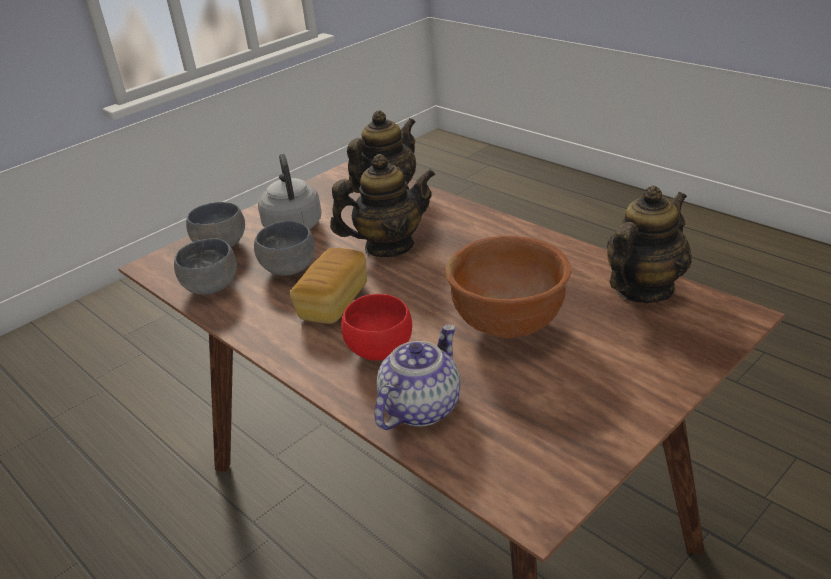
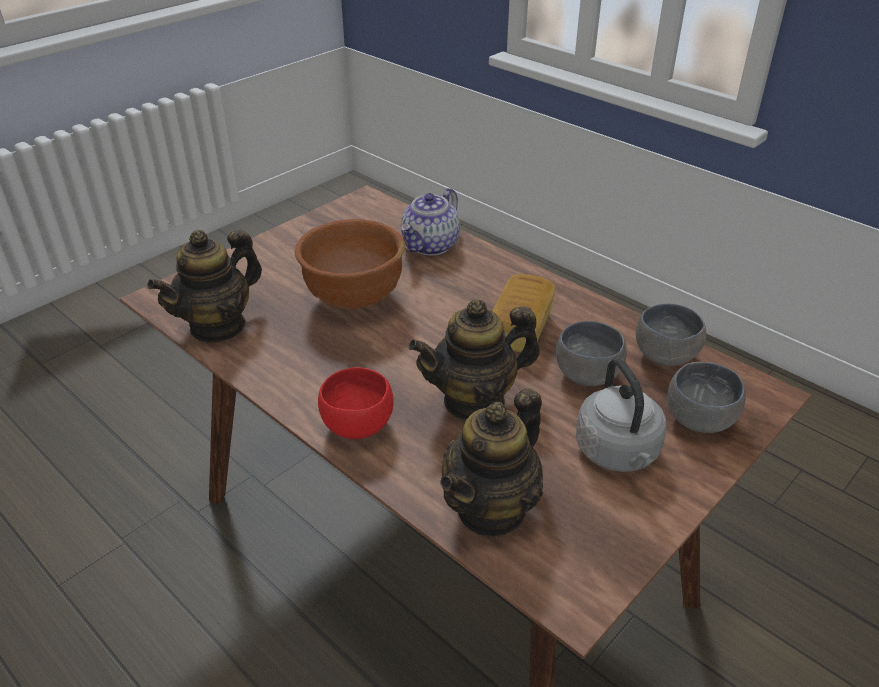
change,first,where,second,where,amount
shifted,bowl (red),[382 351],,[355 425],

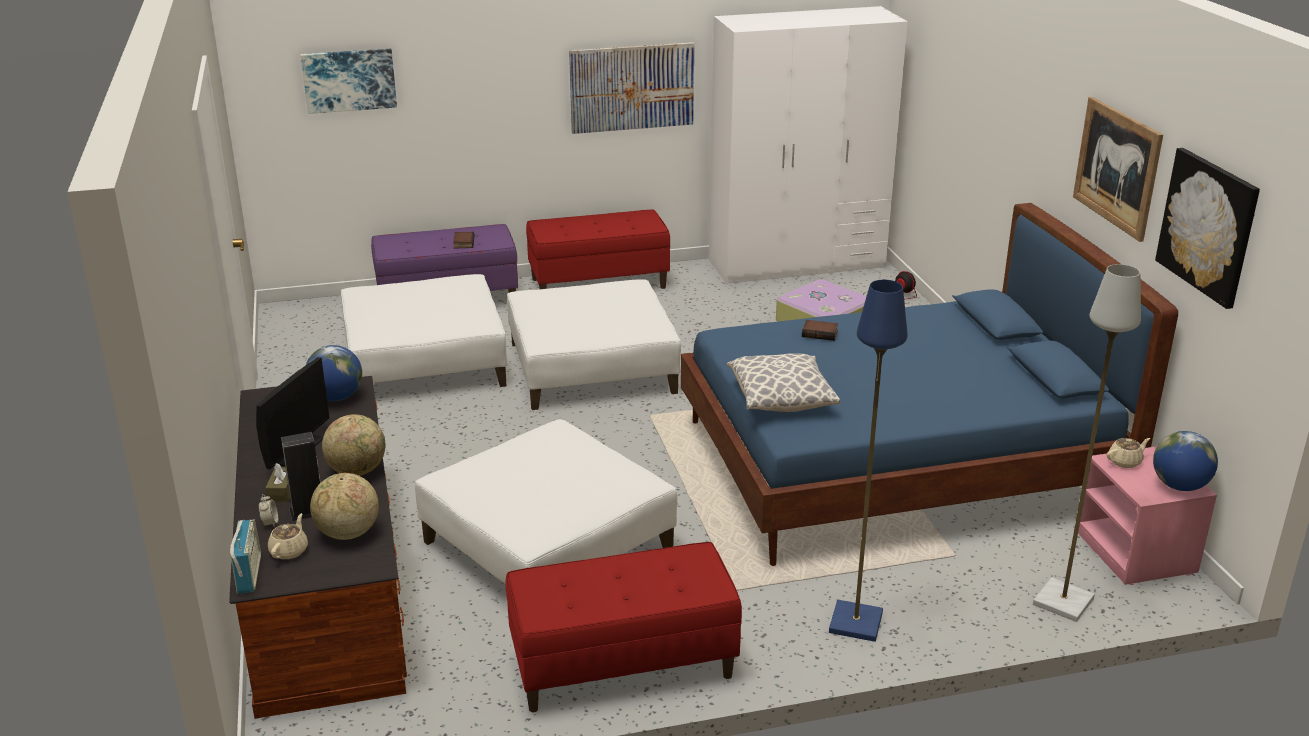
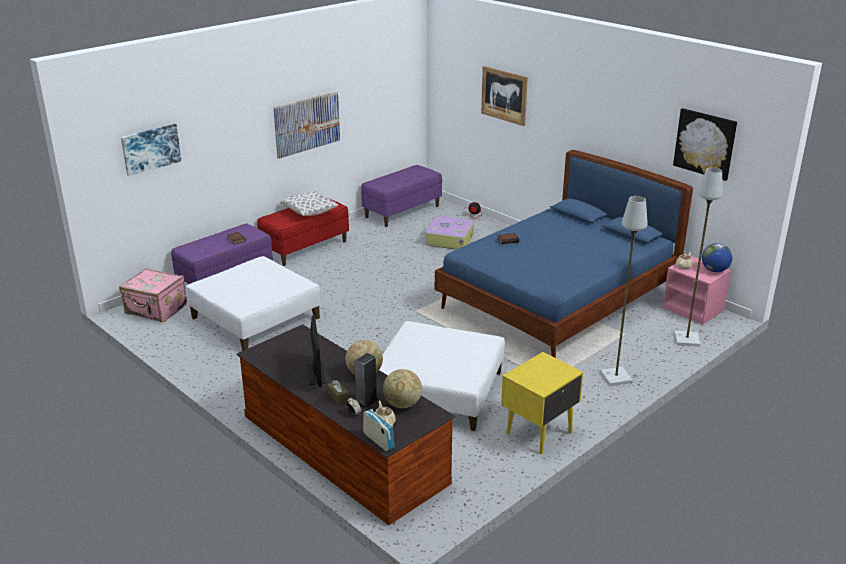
change,first,where,second,where,amount
new,,,suitcase (pink),[156 310],
shifted,pillow,[781 399],,[309 212],
swapped,wardrobe (white),[797 264],bench (purple),[402 211],
shifted,picture,[1117 167],,[504 95],
swapped,bench (red),[622 666],nightstand (yellow),[538 433],
repainted,floor lamp (blue),[856 623],floor lamp (grey),[616 377],
gone,globe,[336 397],,,
gone,ottoman (white),[592 368],,,

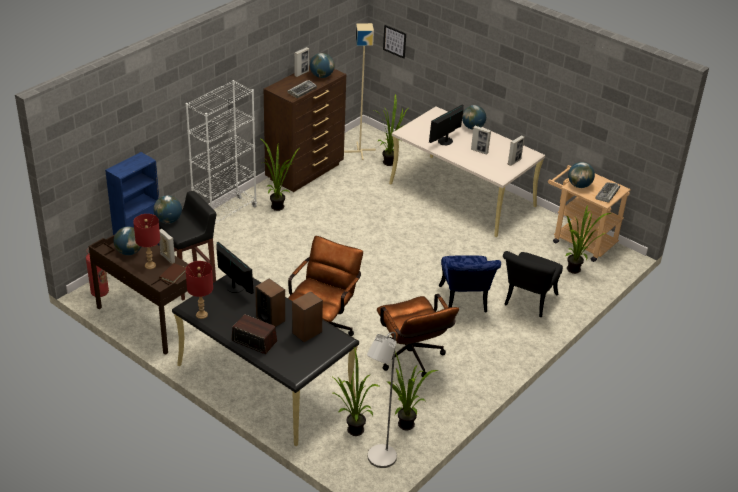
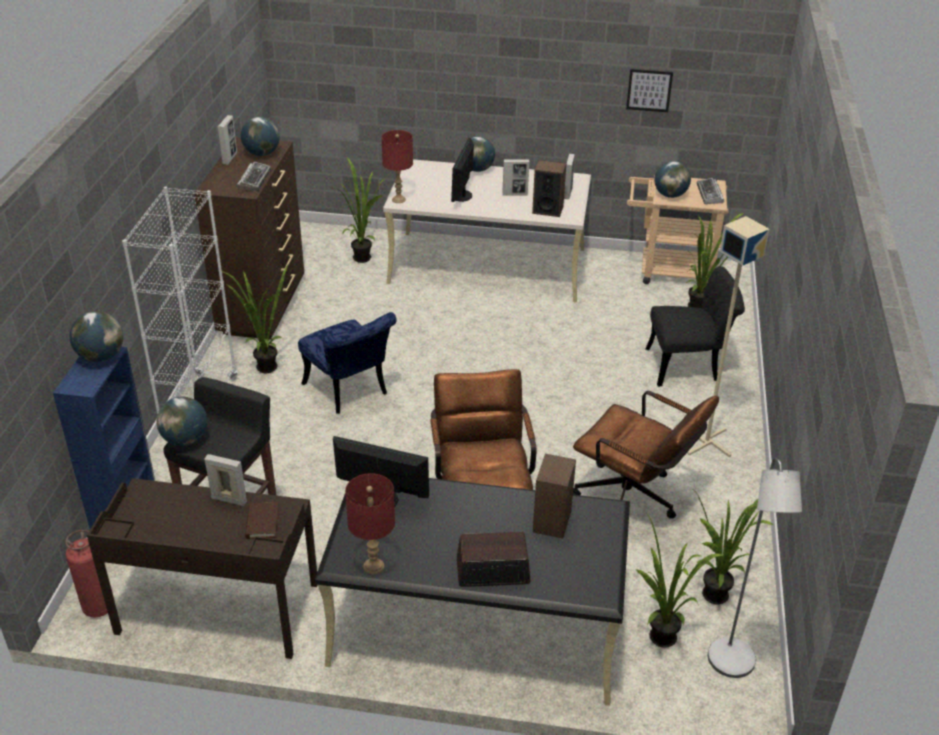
change,first,where,second,where,amount
shifted,globe,[129 252],,[101 357],
shifted,chair (blue),[464 302],,[349 392],
shifted,table lamp (red),[150 265],,[399 200],
shifted,speaker,[270 319],,[547 210],
shifted,picture,[394 41],,[649 90],
rotated,chair (black),[527 302],,[688 366],90 degrees counterclockwise
shifted,floor lamp (beige),[360 151],,[707 441],

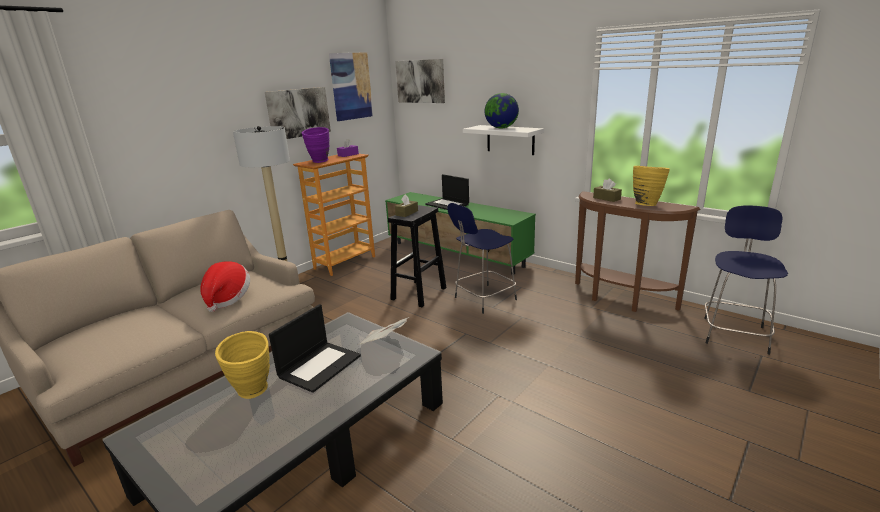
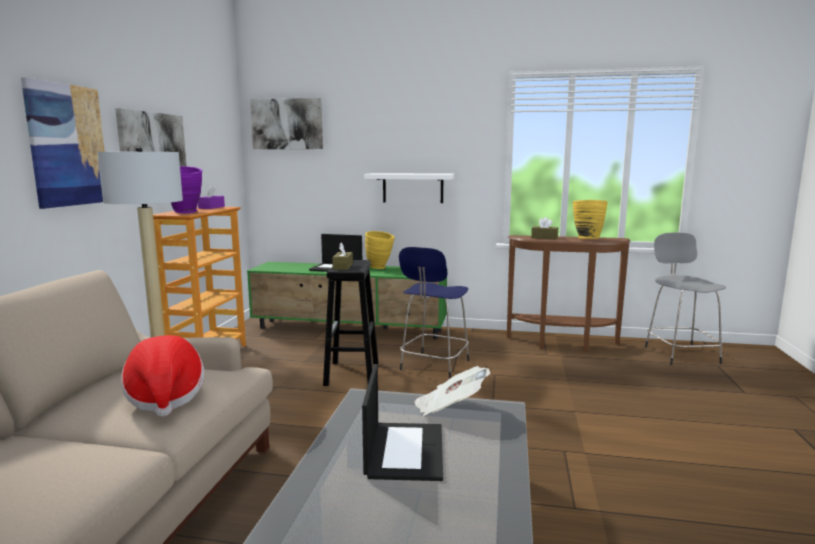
change,first,where,second,where,amount
shifted,picture,[351 86],,[67 145],
shifted,vase (yellow),[253 393],,[380 268],
repainted,stool (blue),[734 333],stool (grey),[680 354],
gone,globe,[501 128],,,

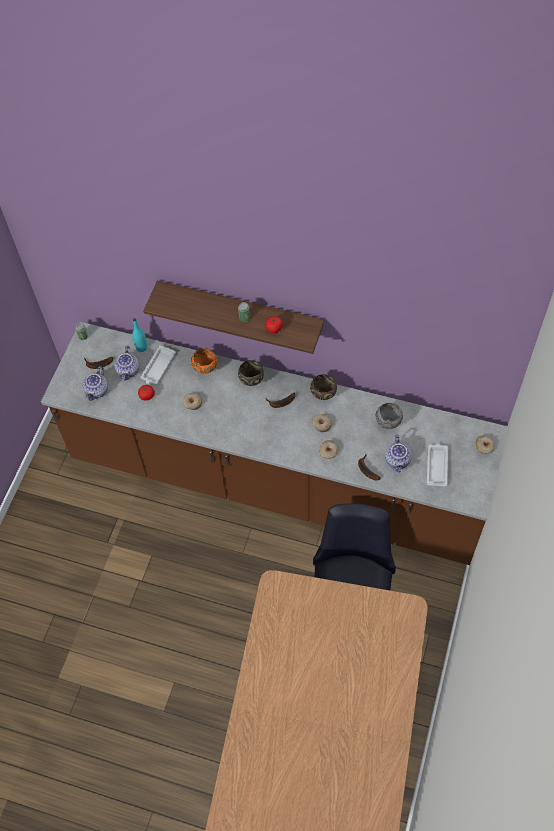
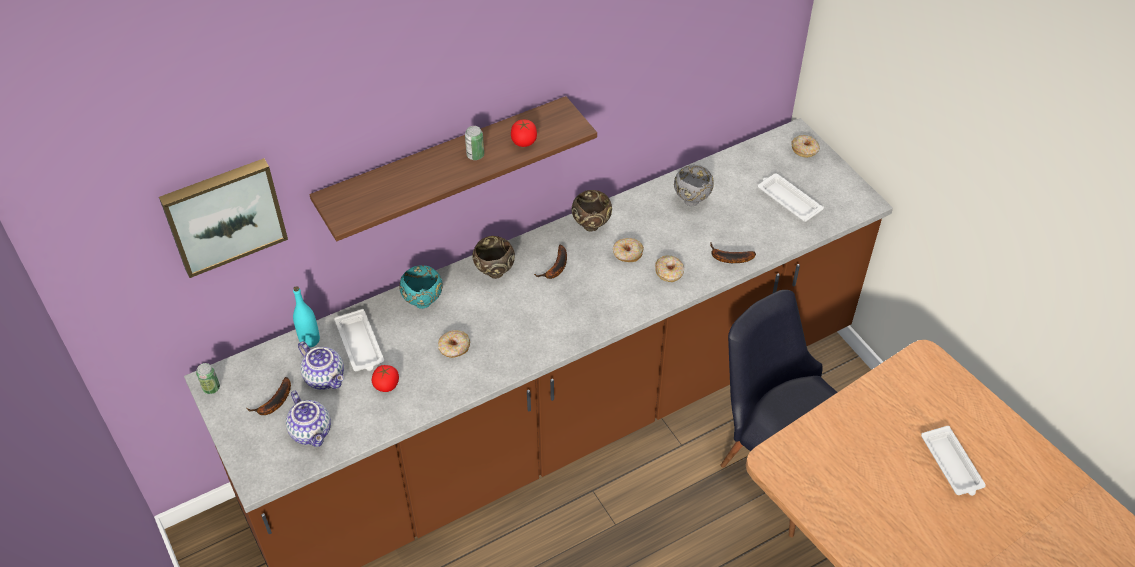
change,first,where,second,where,amount
new,,,picture,[224 214],
repainted,bowl (orange),[206 369],bowl (turquoise),[423 301],
new,,,tray (white),[952 465],
gone,teapot,[398 460],,,

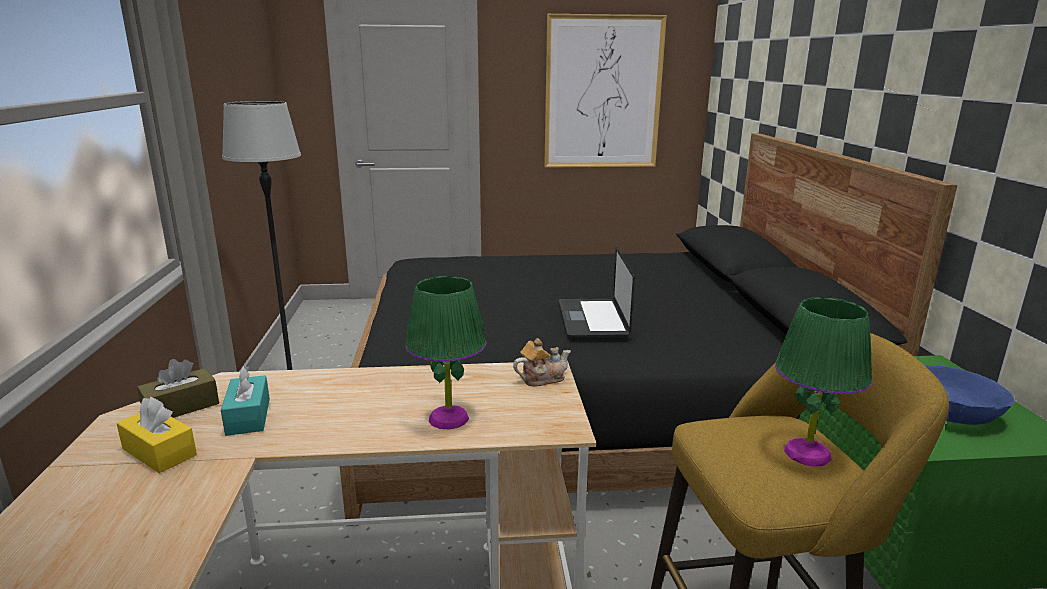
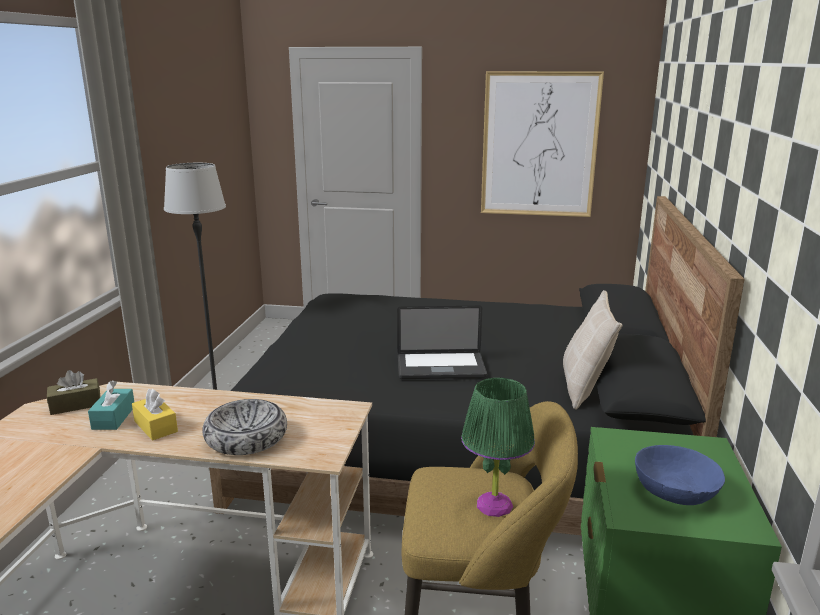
change,first,where,second,where,amount
shifted,tissue box (yellow),[159 452],,[156 426],
swapped,table lamp (green),[449 419],bowl,[246 438],
rotated,laptop,[592 320],,[441 367],105 degrees counterclockwise
new,,,pillow (beige),[585 388],
gone,teapot,[541 378],,,

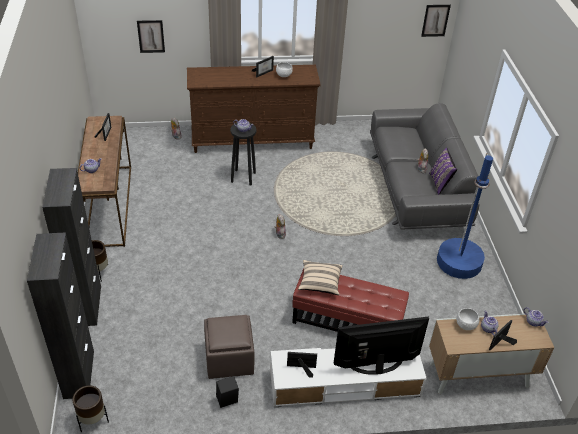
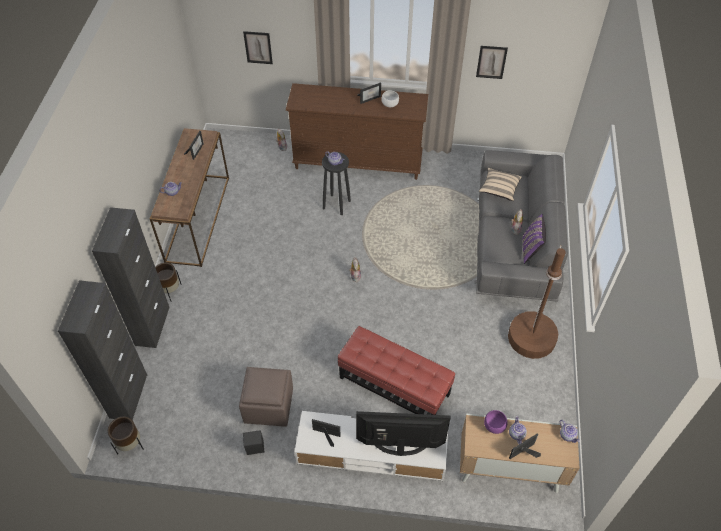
change,first,where,second,where,amount
shifted,picture,[435 20],,[491 62],
shifted,pillow (beige),[320 283],,[499 189],
repainted,bowl (white),[466 326],bowl (purple),[494 427],
repainted,floor lamp (blue),[459 262],floor lamp (brown),[531 338],

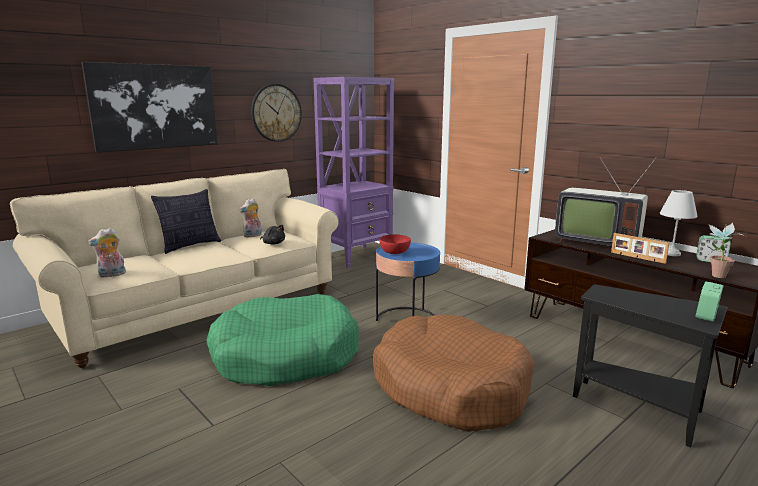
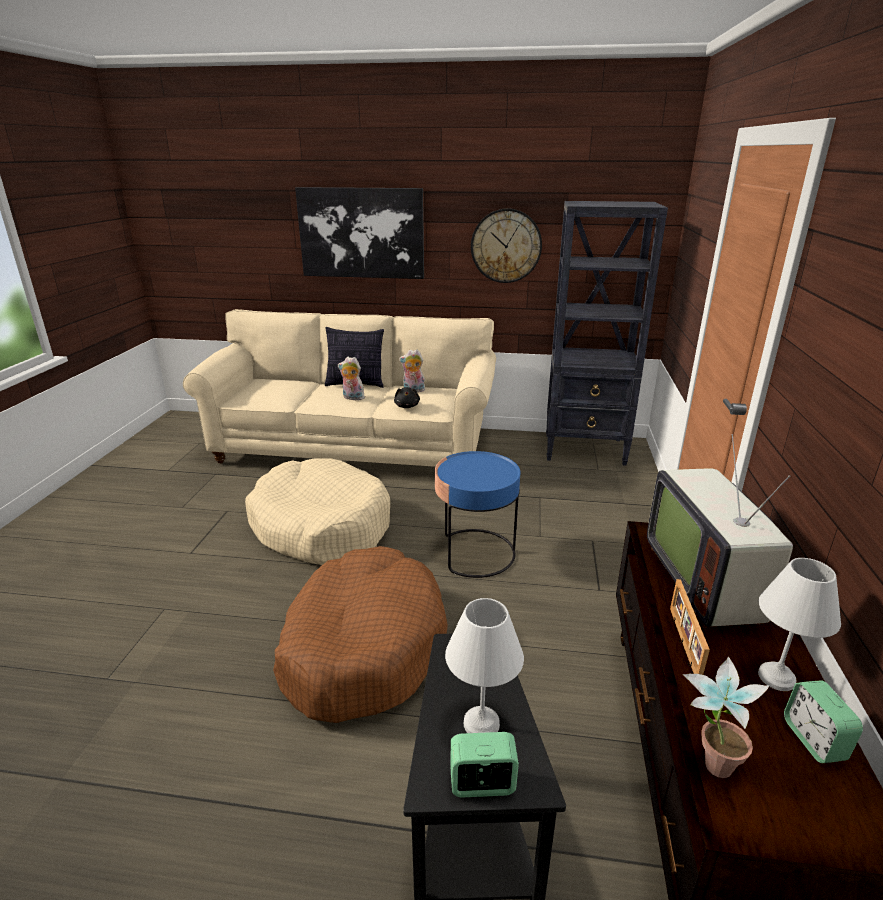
change,first,where,second,where,amount
repainted,dog bed (green),[285 356],dog bed (beige),[321 526],
shifted,plush toy,[111 275],,[352 398],
new,,,table lamp (white),[483 723],
repainted,bookcase (purple),[356 256],bookcase (black),[585 450],
gone,bowl (red),[395 252],,,

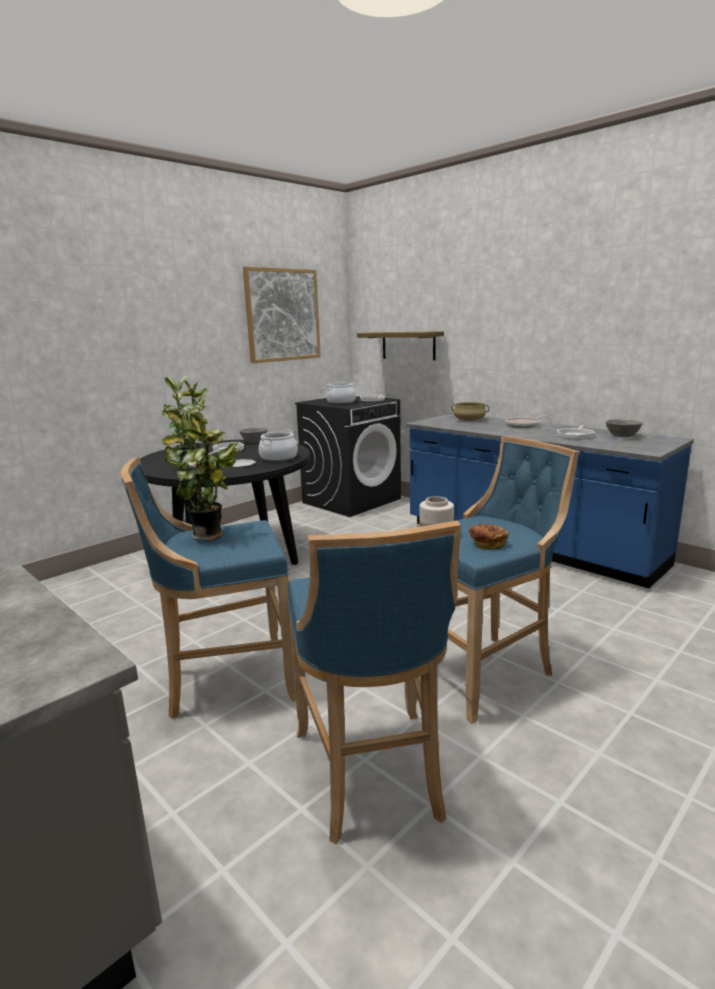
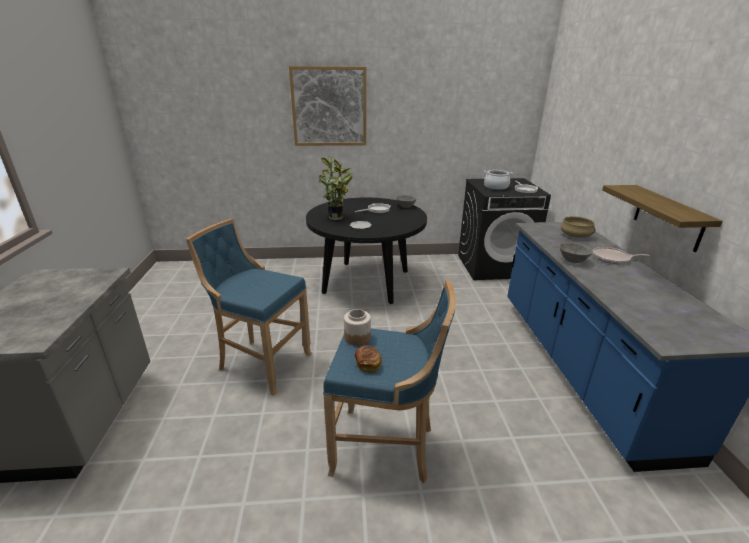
change,first,where,second,where,amount
shifted,picture,[283 315],,[329 107],
shifted,bowl (grey),[622 436],,[573 260],
shifted,shelf,[408 345],,[668 217],
gone,potted plant,[211 536],,,
gone,cooking pot,[278 458],,,
gone,stool (blue),[372 776],,,
gone,frying pan,[575 435],,,

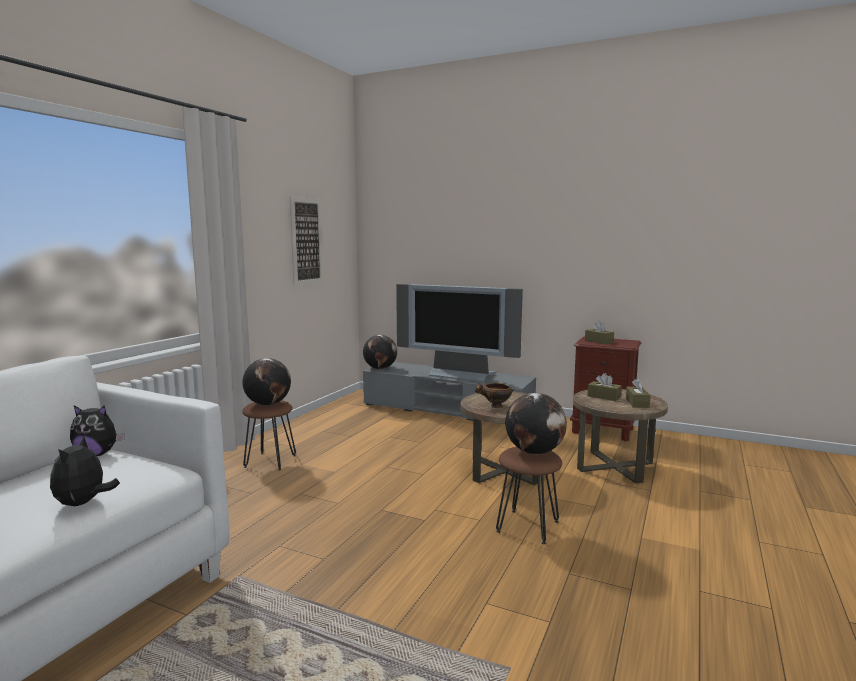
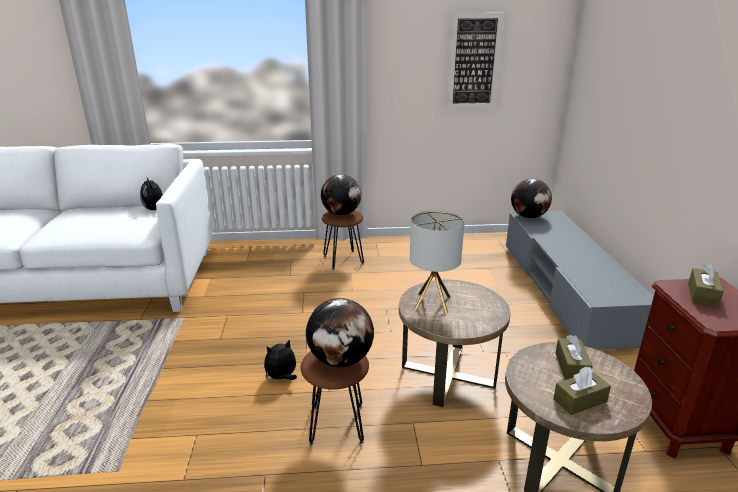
change,first,where,second,where,amount
shifted,plush toy,[83 503],,[282 377],
swapped,bowl,[495 406],table lamp,[432 303],
gone,television,[461 375],,,

